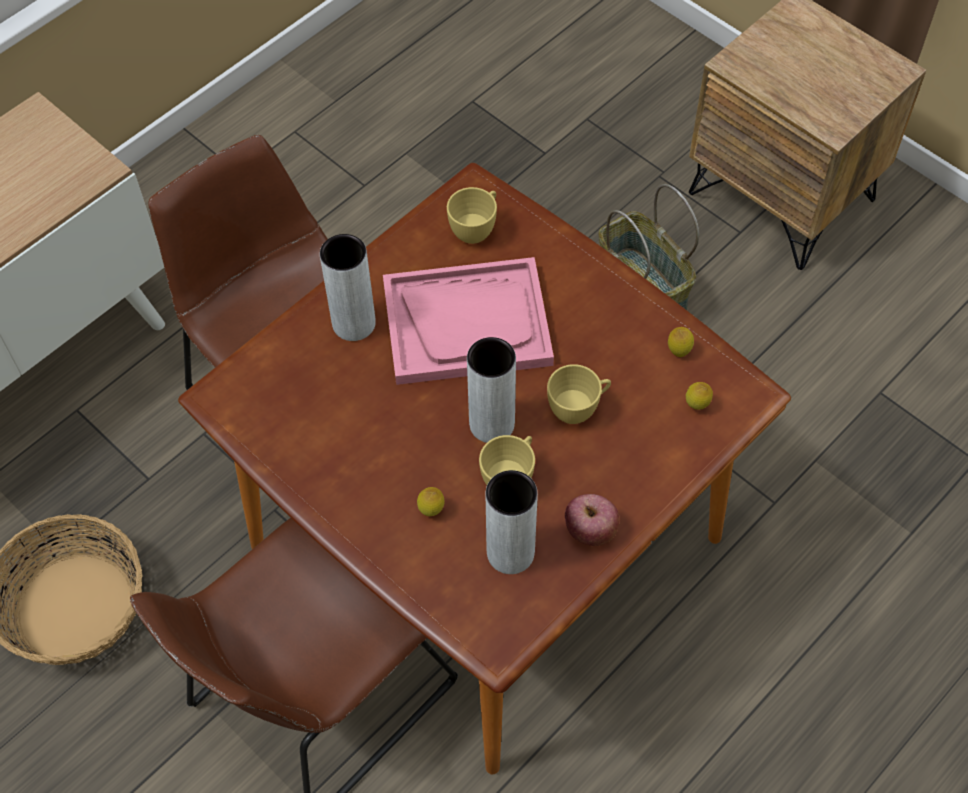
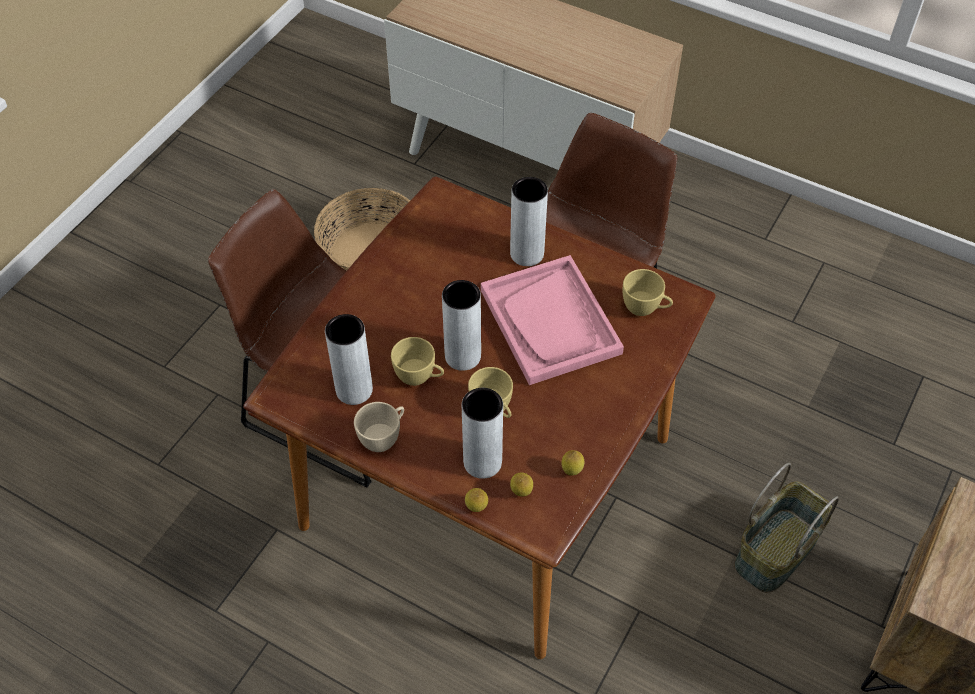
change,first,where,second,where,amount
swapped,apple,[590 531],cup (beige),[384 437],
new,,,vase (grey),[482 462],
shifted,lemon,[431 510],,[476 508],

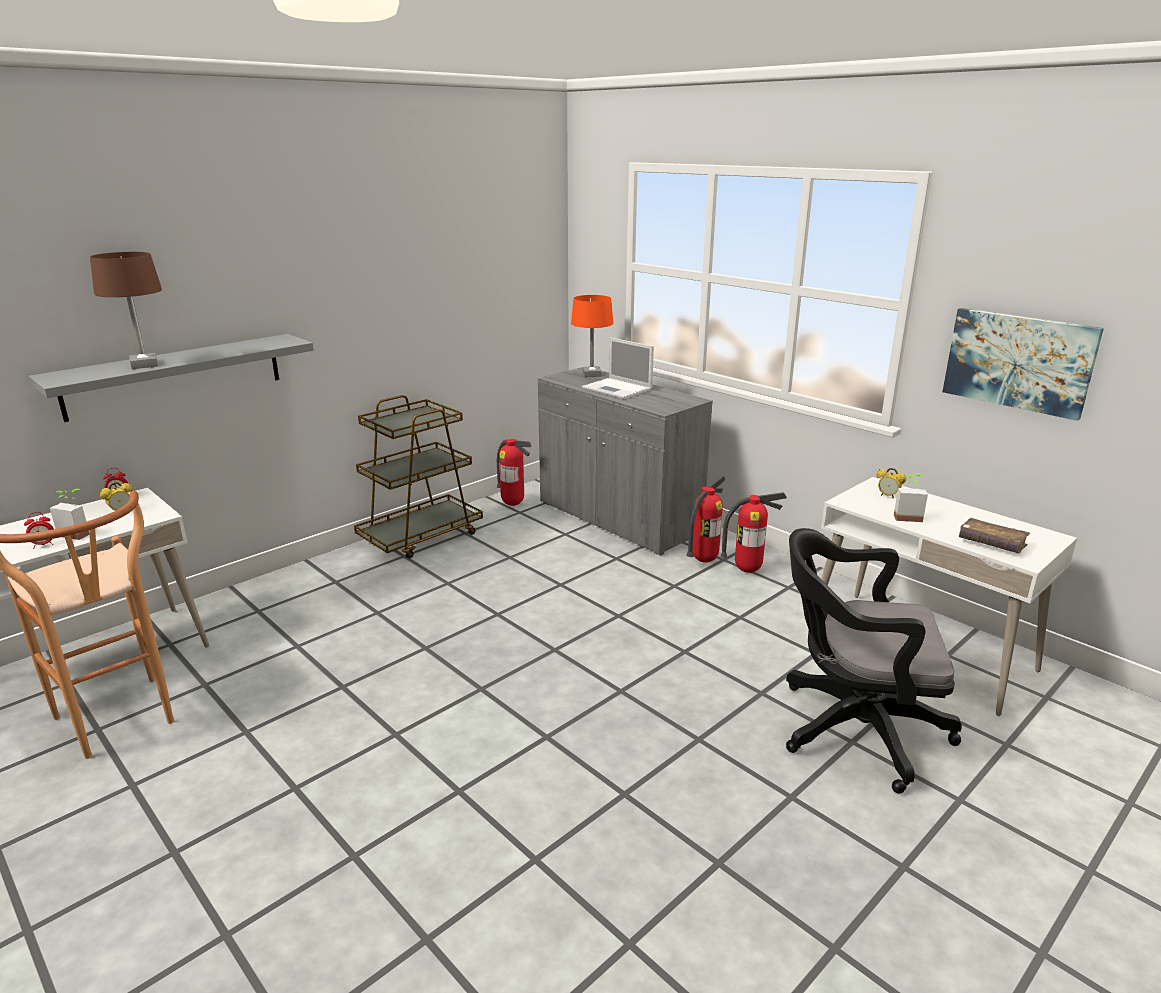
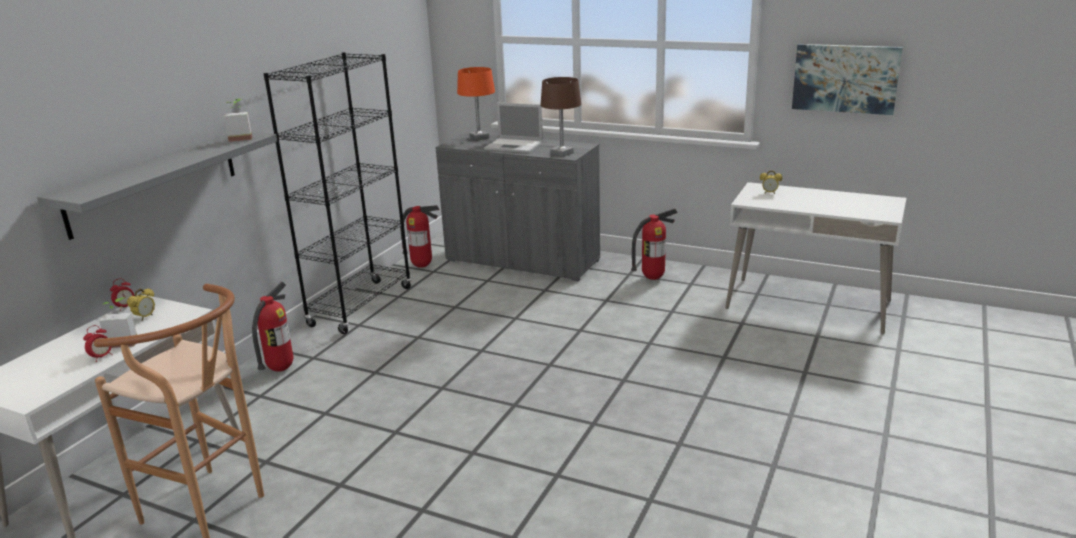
change,first,where,second,where,amount
shifted,potted plant,[906 516],,[241 138],
shifted,fire extinguisher,[704 560],,[280 369],
swapped,cart (brown),[421 536],bookcase (black),[361 307],
shifted,table lamp (brown),[144 365],,[561 153],
gone,office chair (black),[852 729],,,
gone,book (brown),[991 543],,,

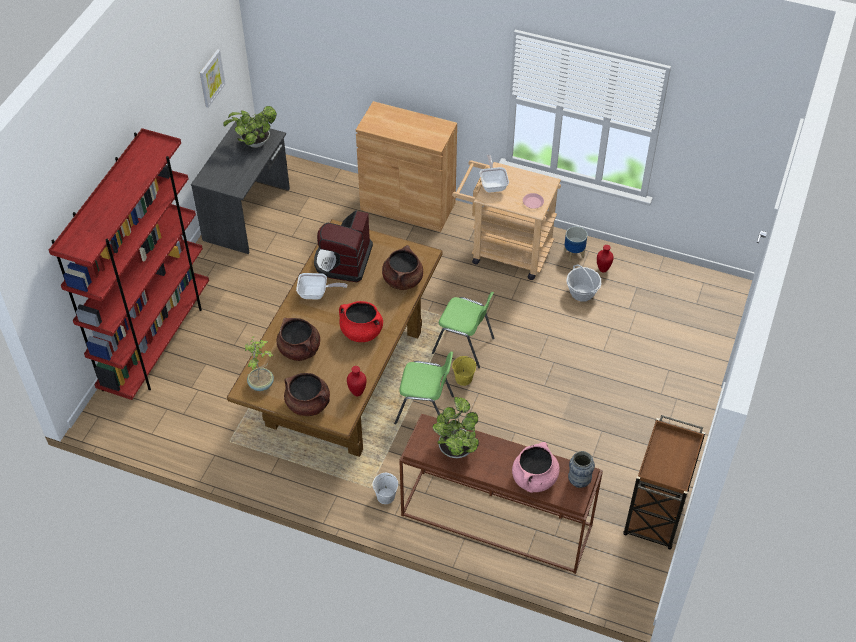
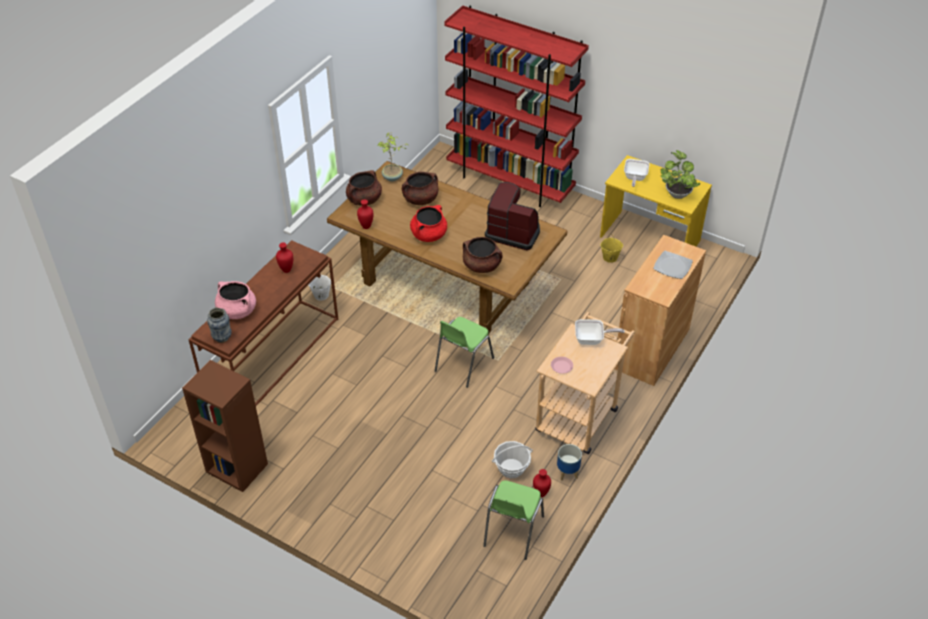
change,first,where,second,where,amount
swapped,cart (brown),[655 514],bookcase (brown),[236 468],
swapped,potted plant,[456 447],vase (red),[286 270],
shifted,chair (green),[425 409],,[512 531],
repainted,desk (grey),[248 214],desk (yellow),[649 239],
shifted,bucket (yellow),[463 379],,[610 257],
shifted,frying pan,[316 294],,[634 178],
new,,,plate,[672 266],
gone,picture,[211 78],,,

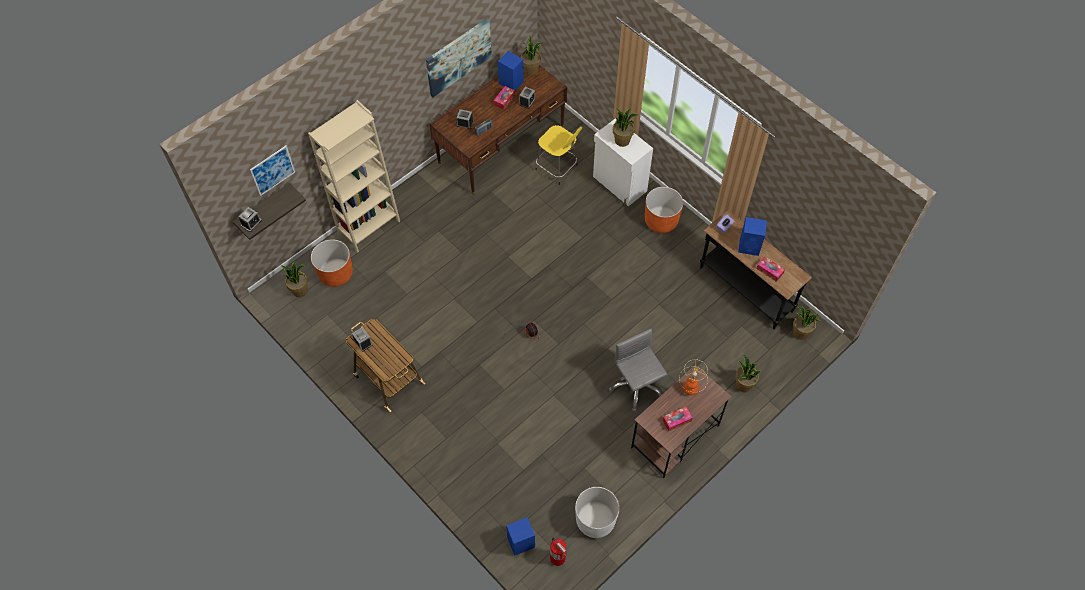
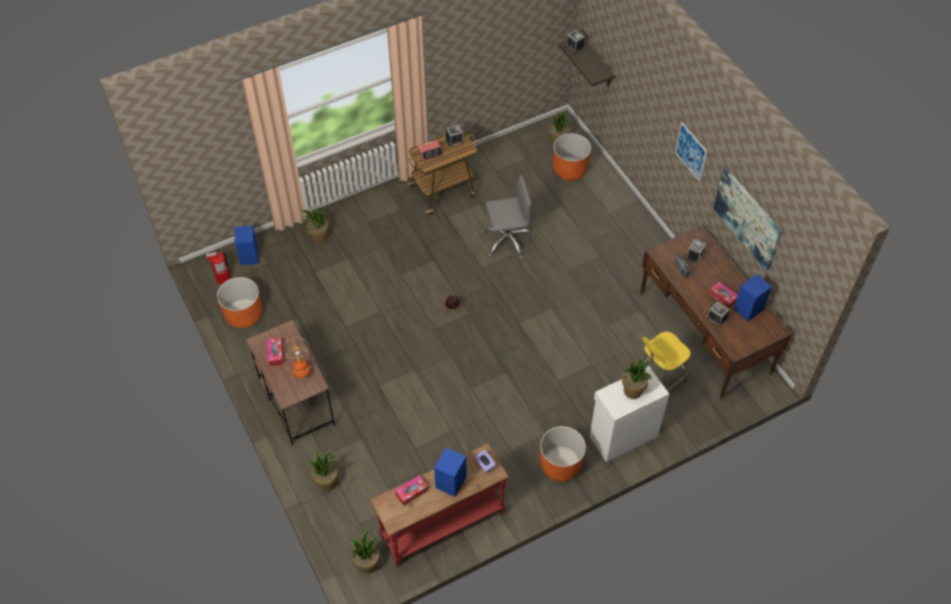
change,first,where,second,where,amount
repainted,planter (white),[595 520],planter (orange),[243 315],
shifted,potted plant,[531 70],,[319 238],
repainted,console table (black),[745 290],console table (red),[442 524],
new,,,alarm clock,[430 152],
shifted,office chair (grey),[636 386],,[507 240],
shifted,picture,[272 170],,[691 151],
gone,bookcase (beige),[369 227],,,

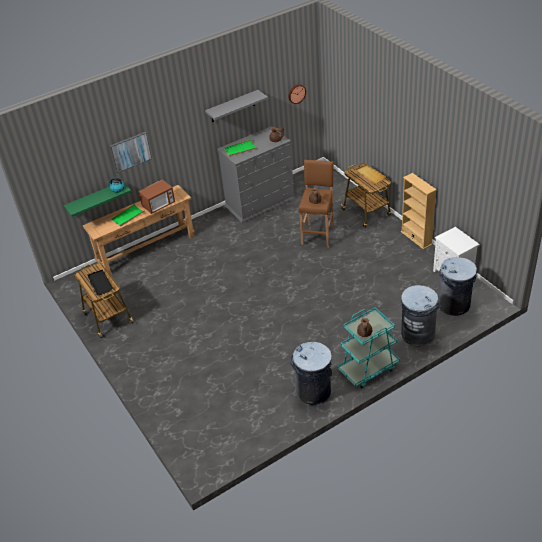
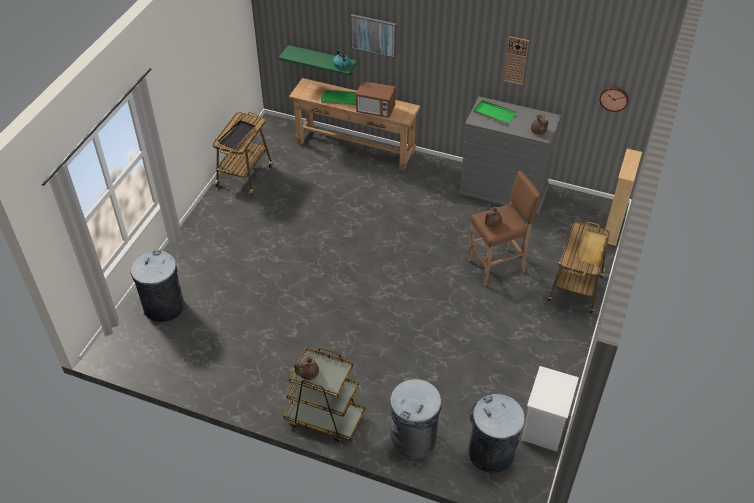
change,first,where,second,where,amount
shifted,trash can (grey),[313 391],,[163 306],
repainted,cart (turquoise),[368 369],cart (brown),[324 418],
swapped,shelf (grey),[232 106],wall clock,[516 60],
shifted,bookcase (beige),[416 238],,[612 229],

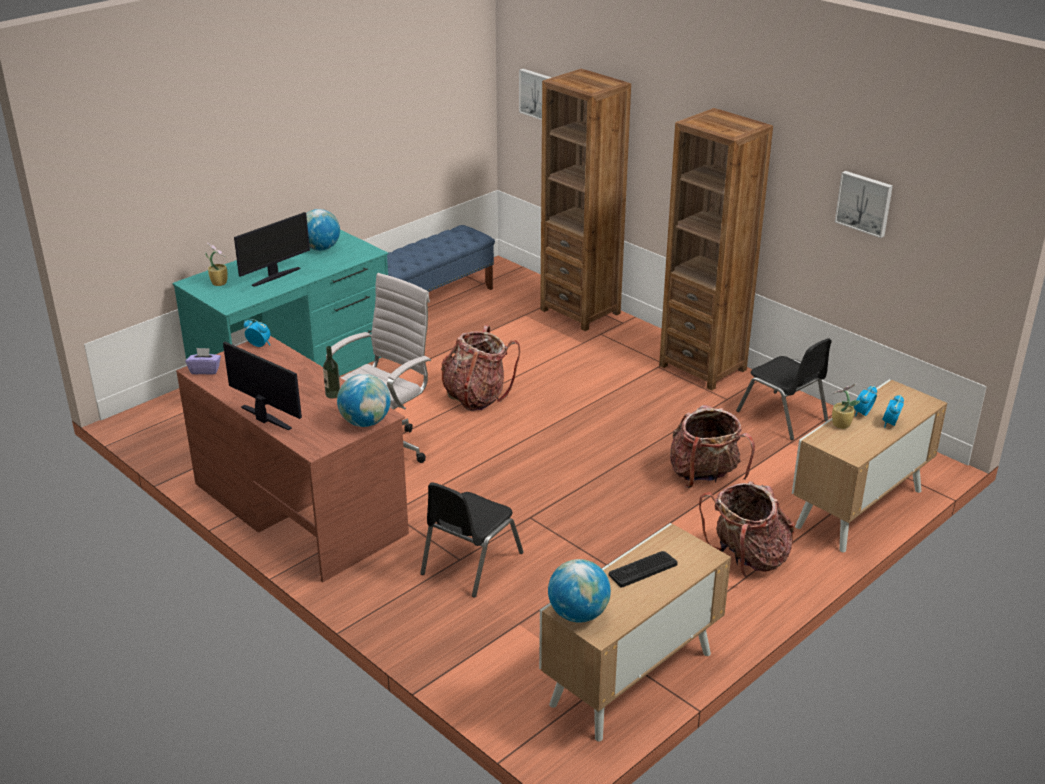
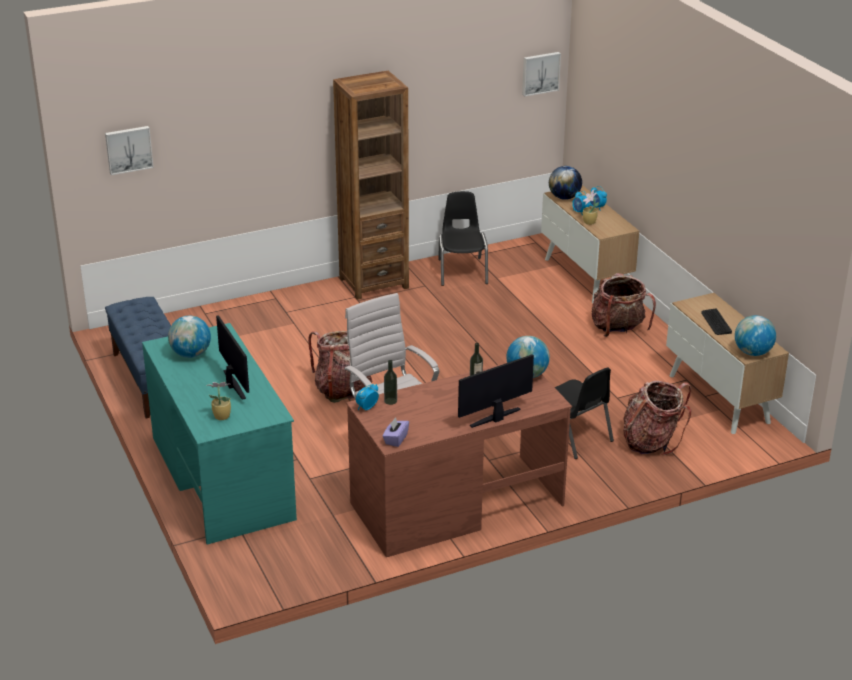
change,first,where,second,where,amount
new,,,bottle,[390 401],
rotated,chair (black),[782 416],,[462 271],75 degrees counterclockwise
shifted,picture,[864 203],,[540 73],
new,,,globe,[564 197],
shifted,backpack,[705 476],,[651 442],
gone,bookcase (brown),[580 311],,,

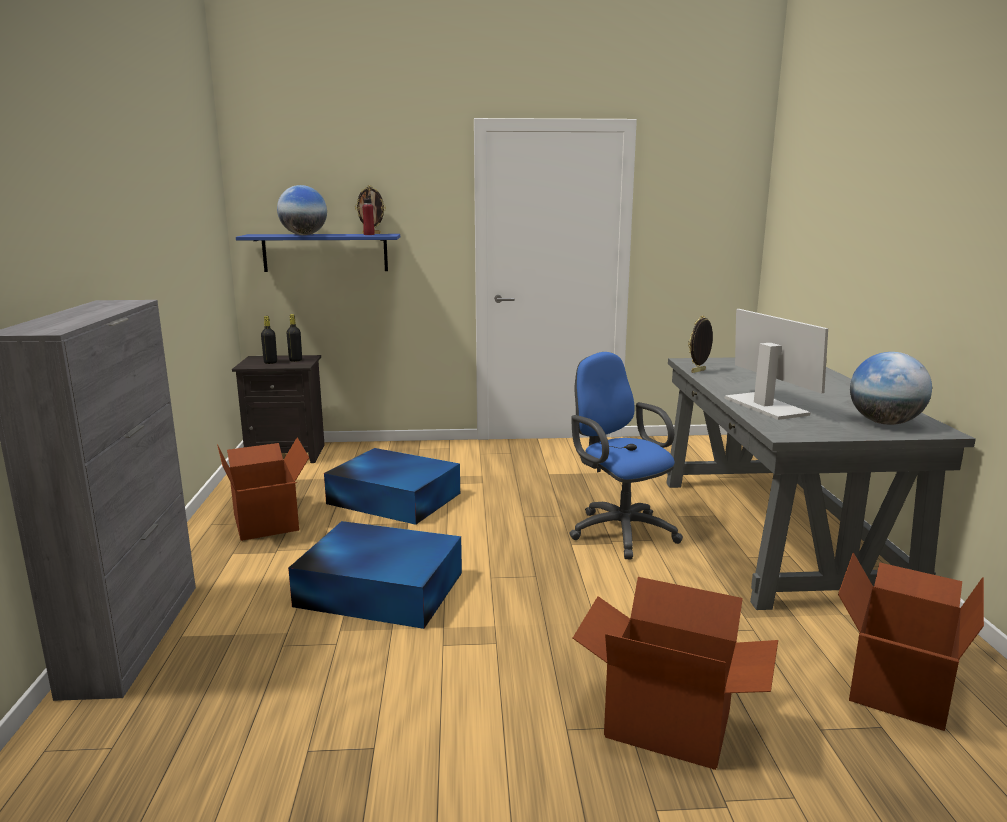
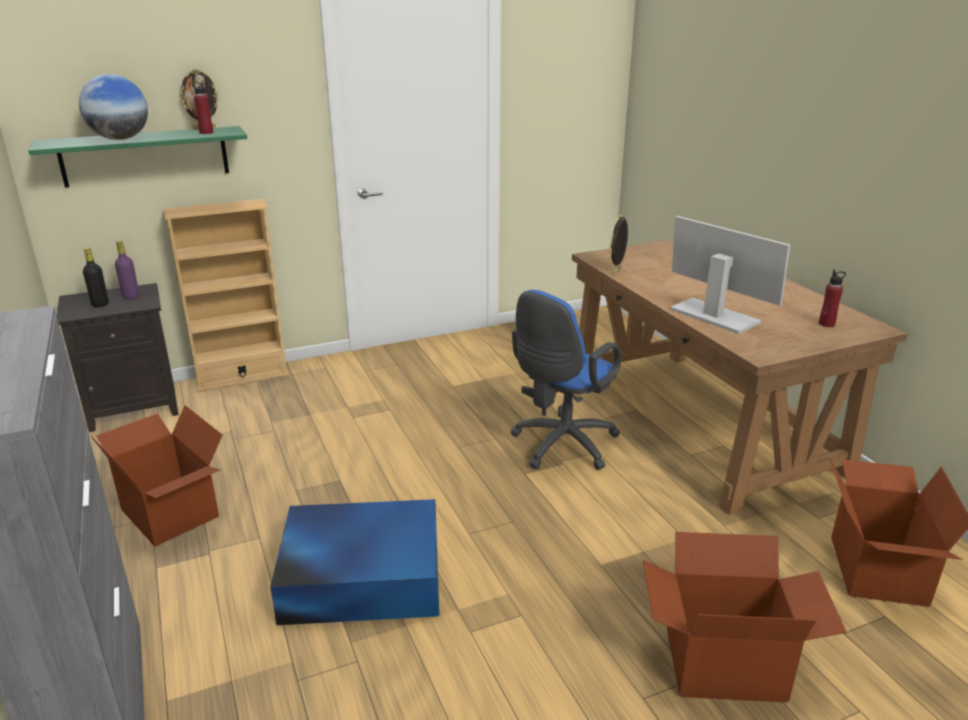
change,first,where,second,where,amount
repainted,shelf (blue),[325 252],shelf (green),[145 156],
repainted,bottle (black),[295 360],bottle (purple),[131 296],
new,,,bookcase (beige),[242 377],
rotated,office chair (blue),[619 530],,[560 446],90 degrees counterclockwise
repainted,desk (grey),[776 533],desk (brown),[700 421],
swapped,globe,[884 423],bottle (red),[826 324],
gone,storage box (blue),[393 498],,,

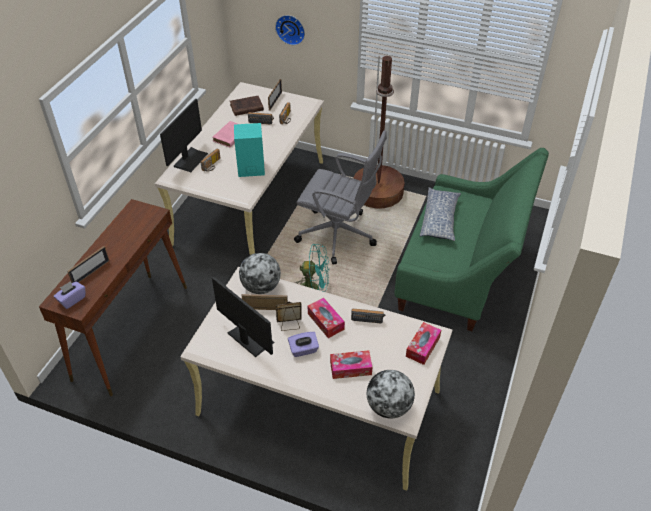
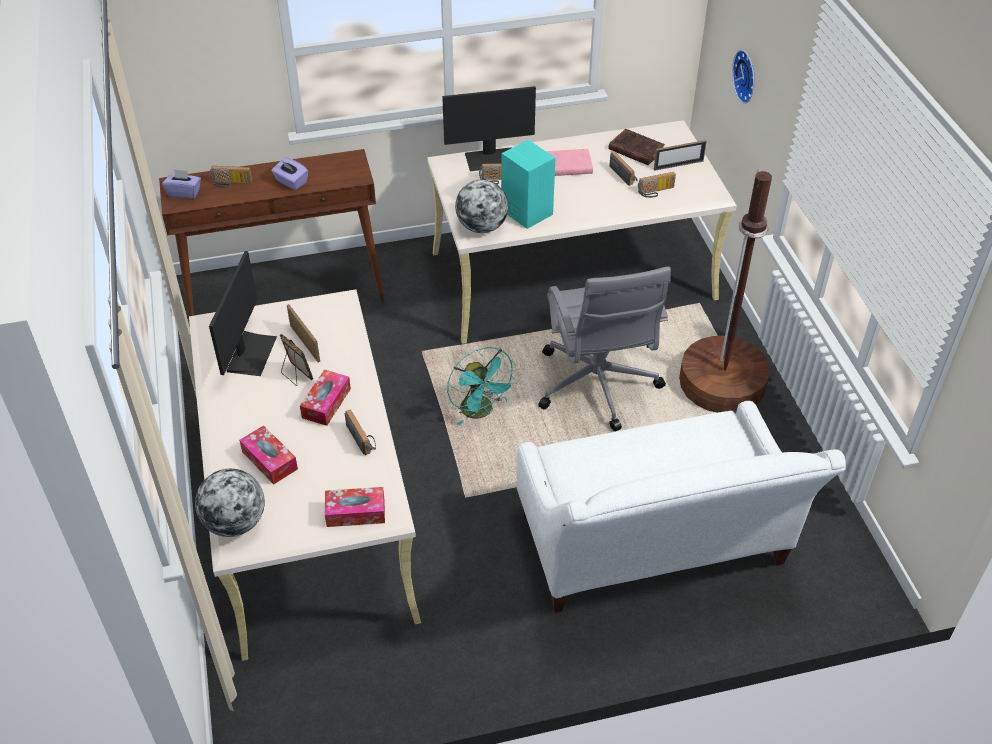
change,first,where,second,where,amount
swapped,picture frame,[91 272],radio,[231 184],
shifted,tissue box (purple),[303 350],,[291 182],
shifted,globe,[261 287],,[482 227],
repainted,sofa (green),[461 273],sofa (white),[655 550],
gone,pillow,[440 219],,,

